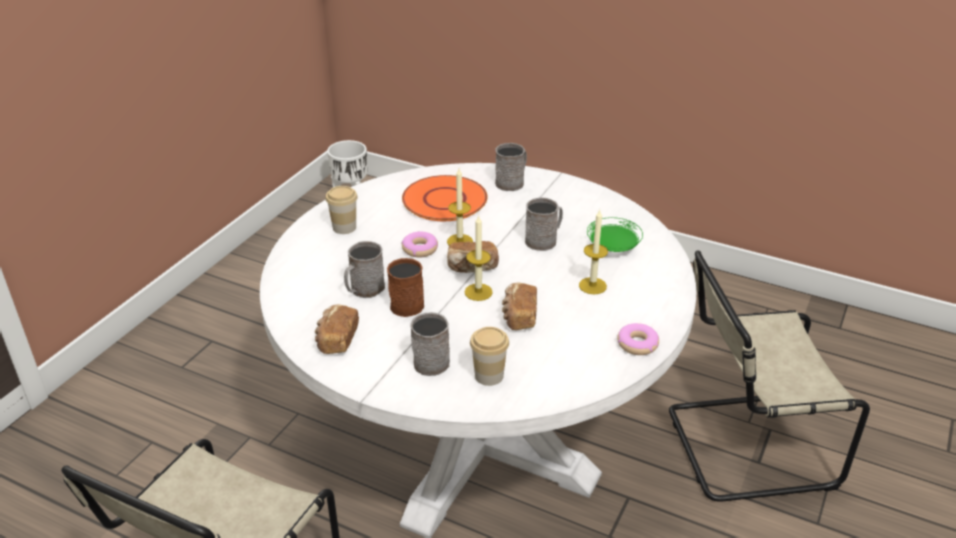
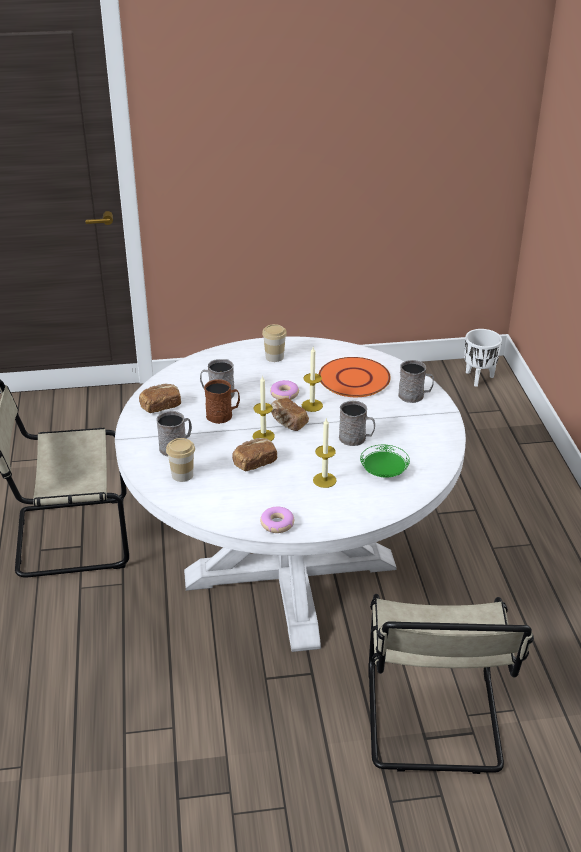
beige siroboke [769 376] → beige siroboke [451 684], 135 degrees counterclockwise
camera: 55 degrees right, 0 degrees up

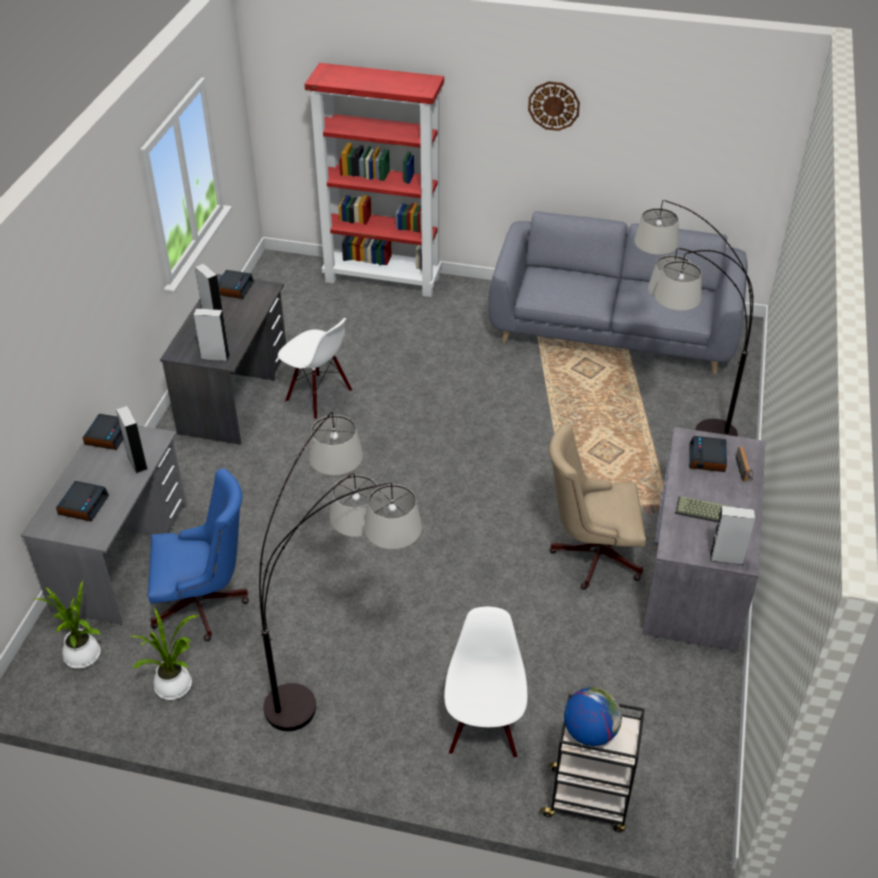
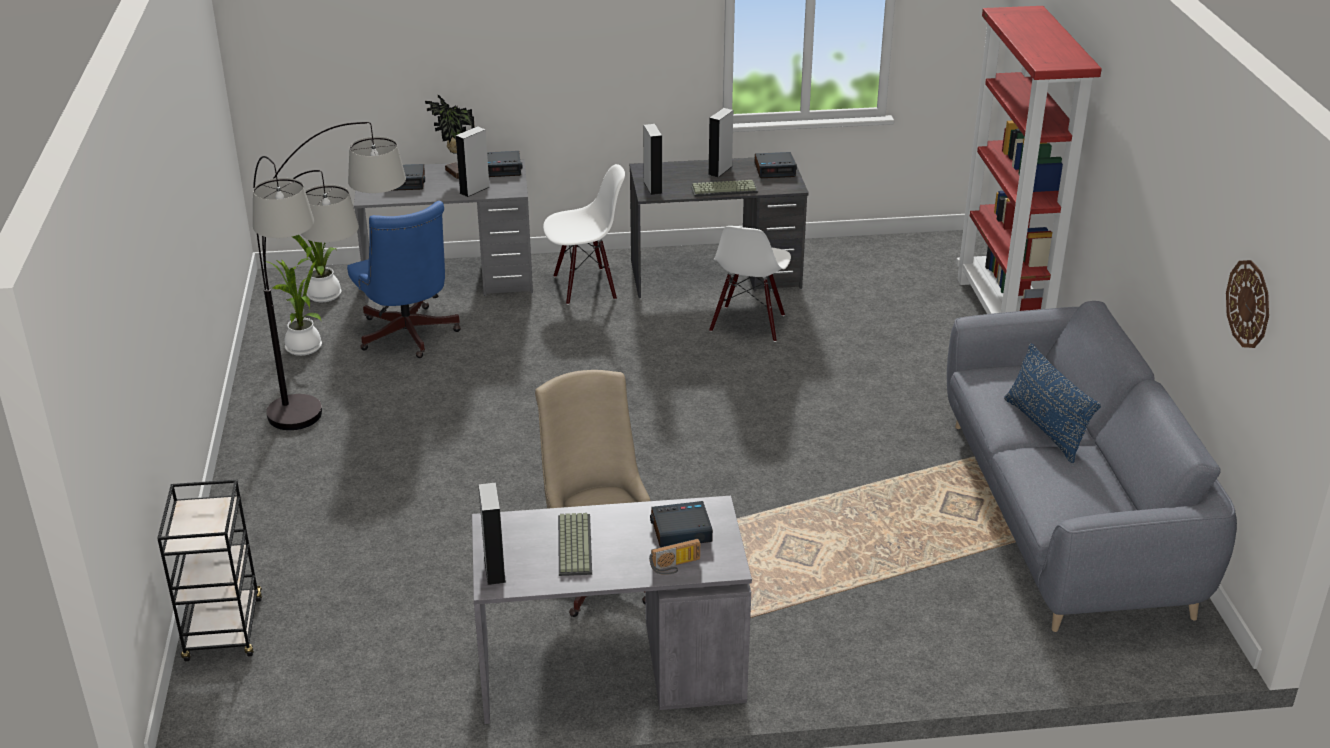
- → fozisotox [450 137]
white siroboke [485 682] → white siroboke [584 234], shifted
- → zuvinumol [724 188]
- → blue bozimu [1052 403]
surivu [554 106] → surivu [1247 304], shifted
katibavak [593 716] → -
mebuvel [694 318] → -
camera: 70 degrees right, 10 degrees down

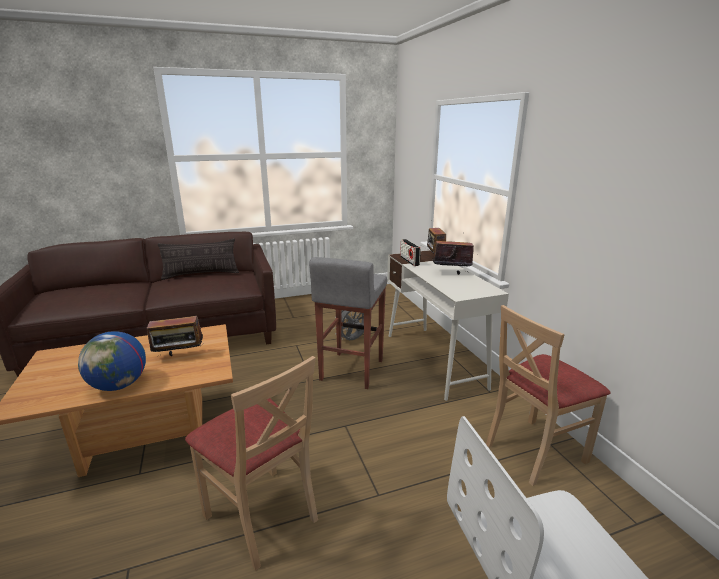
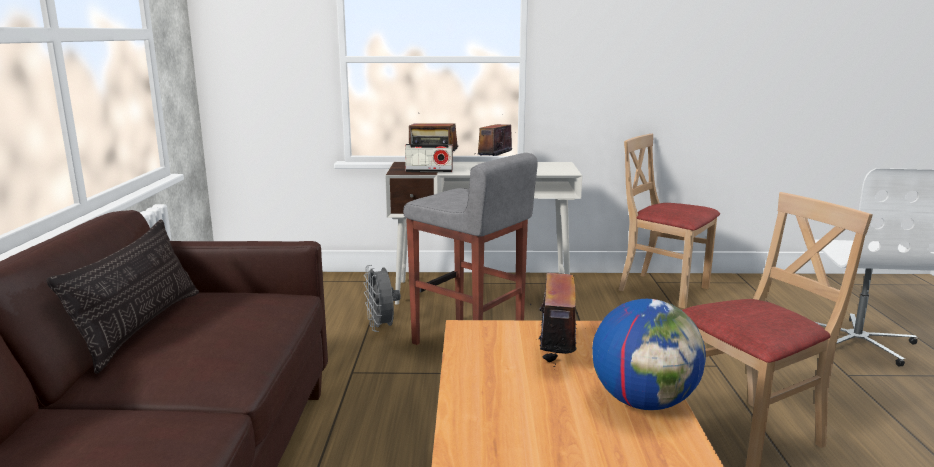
beige siroboke [548 395] → beige siroboke [669 221], 135 degrees clockwise
camera: 70 degrees left, 5 degrees down

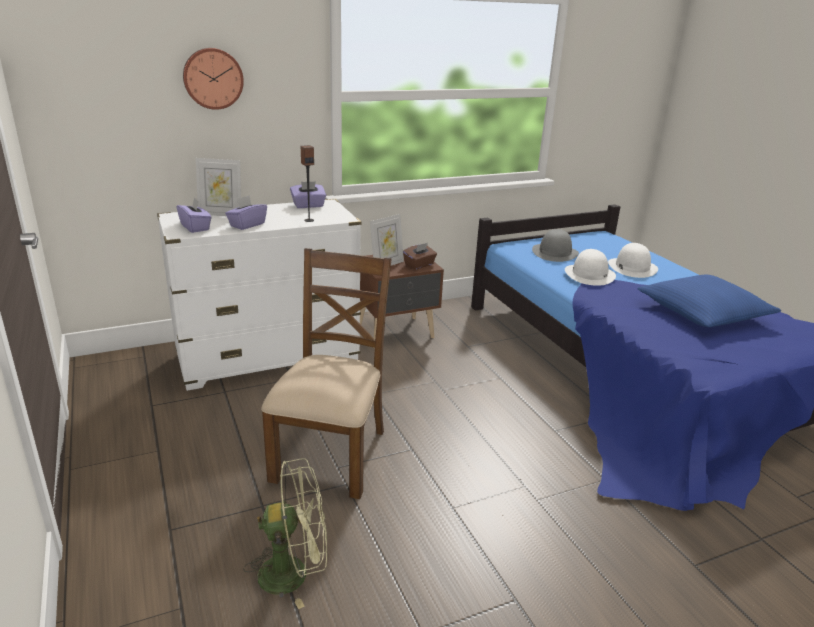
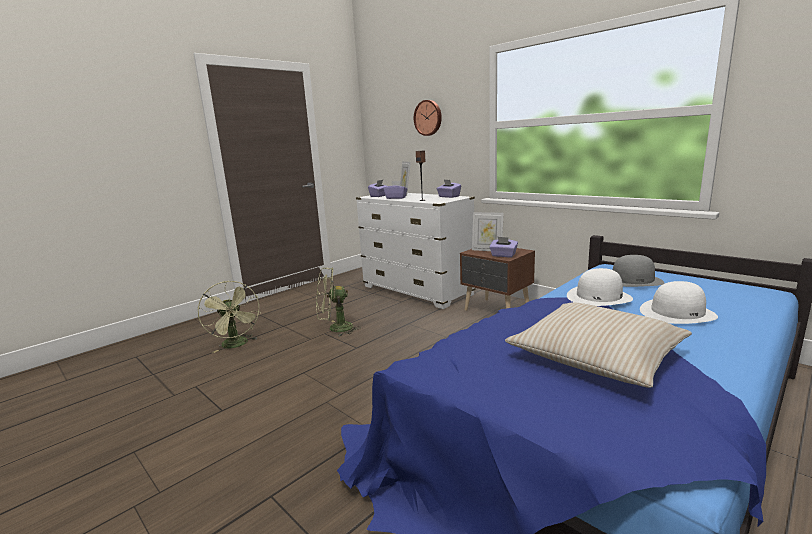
brown siroboke [326 373] → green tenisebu [338 302]
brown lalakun [420 256] → purple lalakun [503 247]
blue bozimu [709 301] → beige bozimu [598 345]
camera: 70 degrees right, 10 degrees down

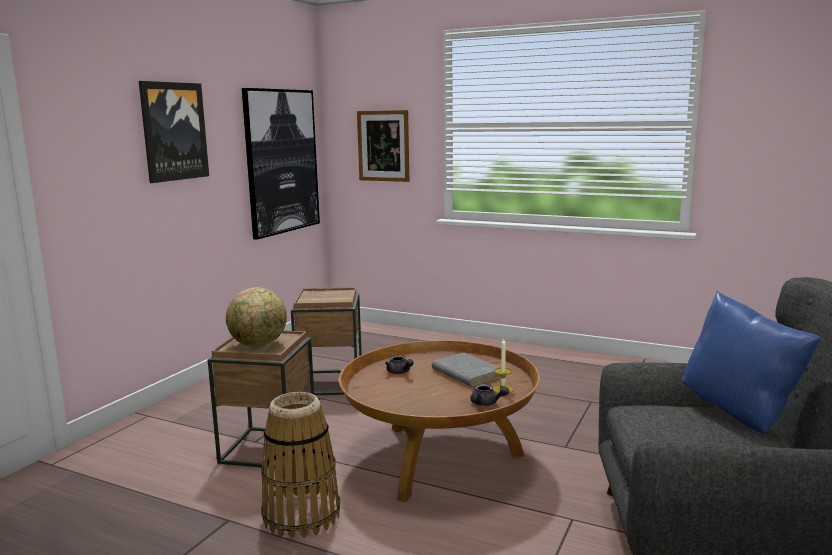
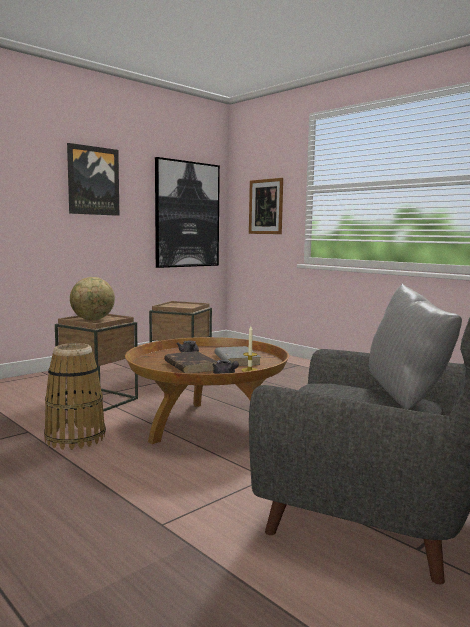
- → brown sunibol [190 362]
blue bozimu [751 362] → grey bozimu [415 346]
camera: 20 degrees right, 5 degrees down

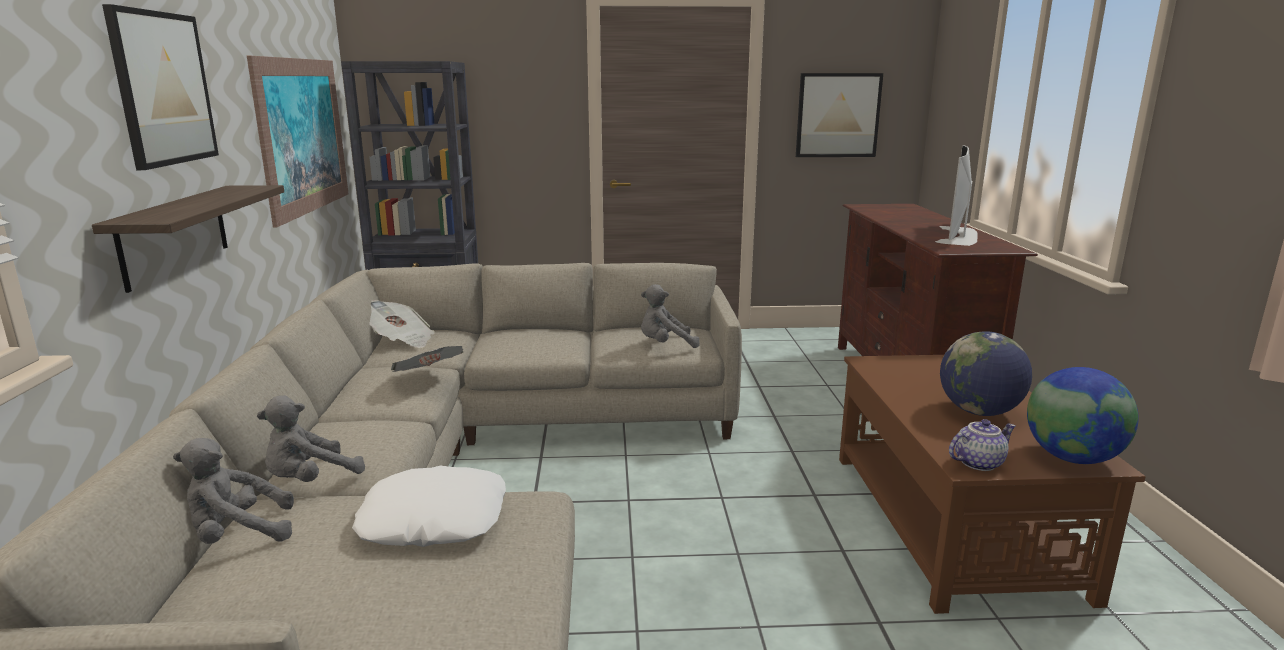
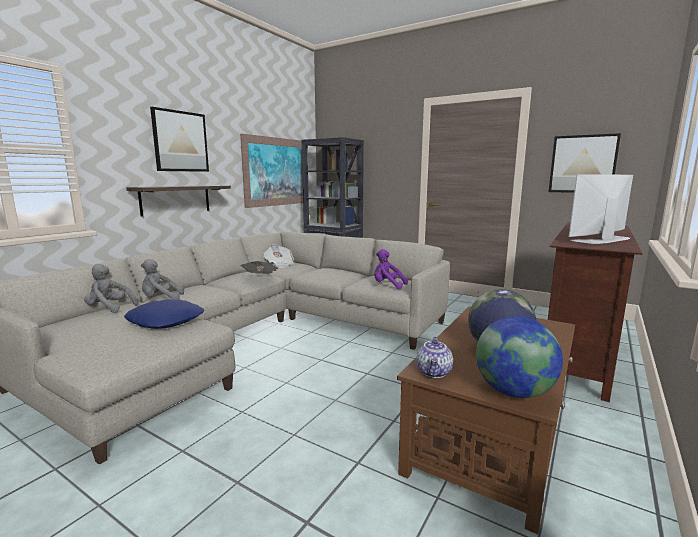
white bozimu [429 506] → blue bozimu [164 314]
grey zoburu [670 316] → purple zoburu [391 269]
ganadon [982 445] → ganadon [434 357], 90 degrees clockwise
camera: 35 degrees right, 5 degrees down

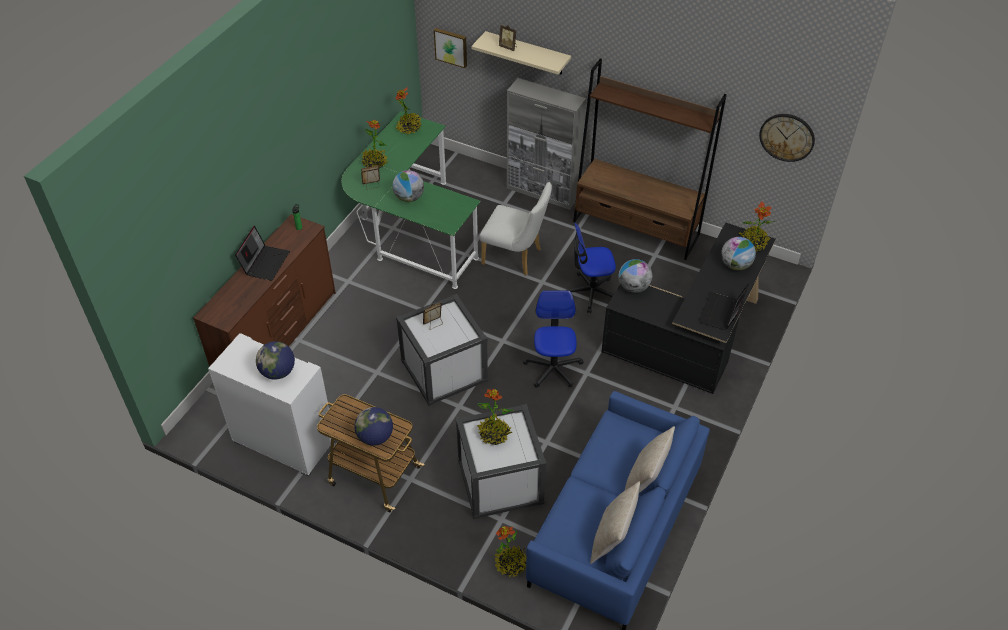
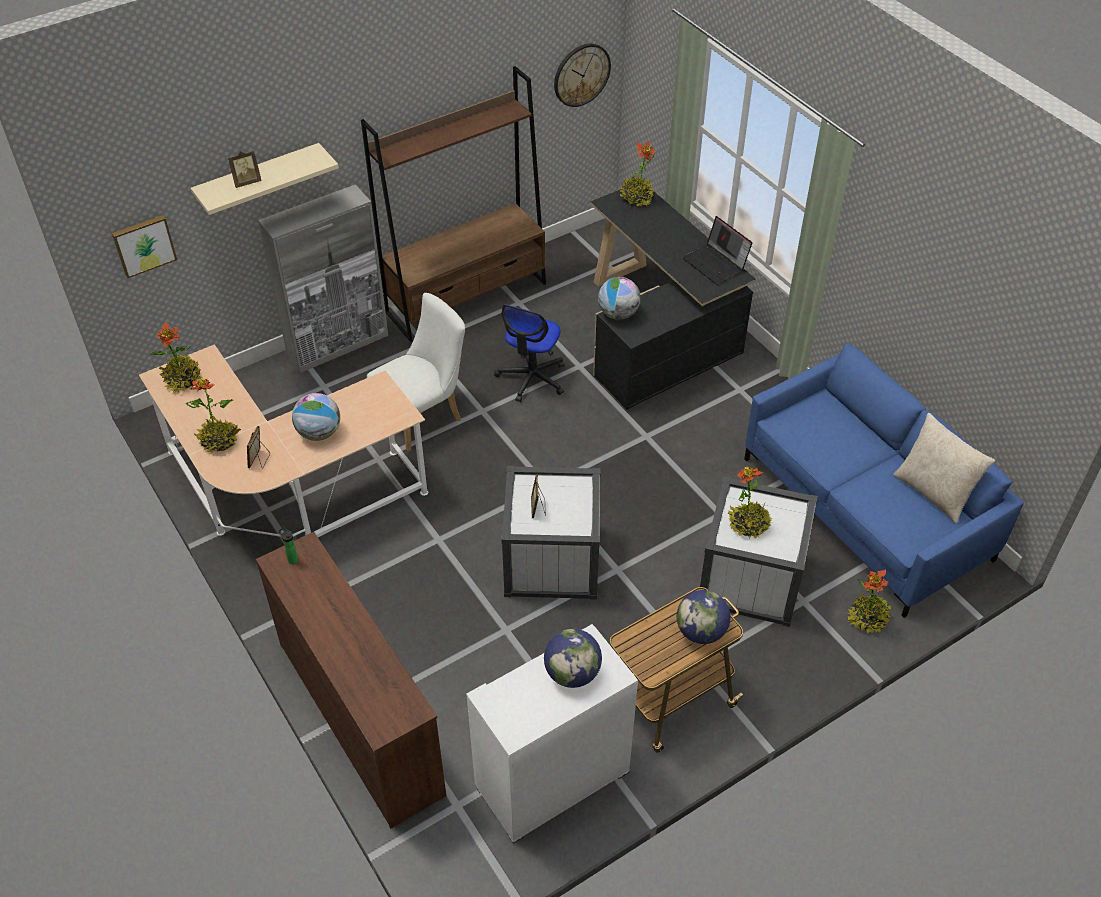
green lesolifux [411 200] → beige lesolifux [283 440]
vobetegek [262 253] → -
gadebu [553 339] → -
beige bozimu [650 459] → -
katibavak [738 253] → -
camera: 60 degrees left, 0 degrees up

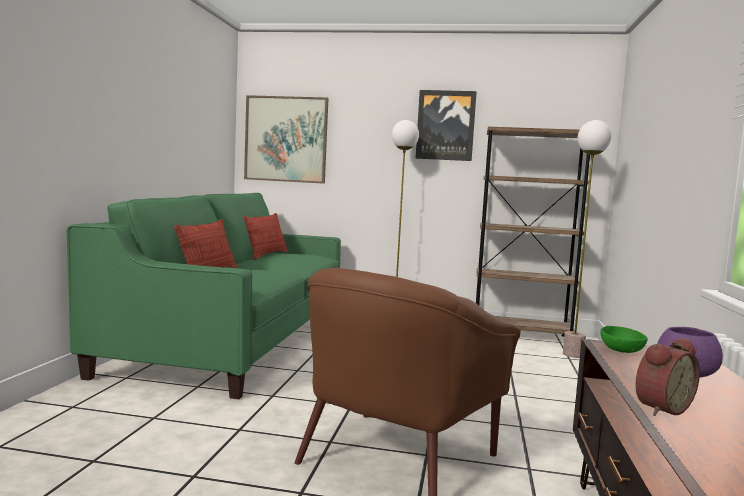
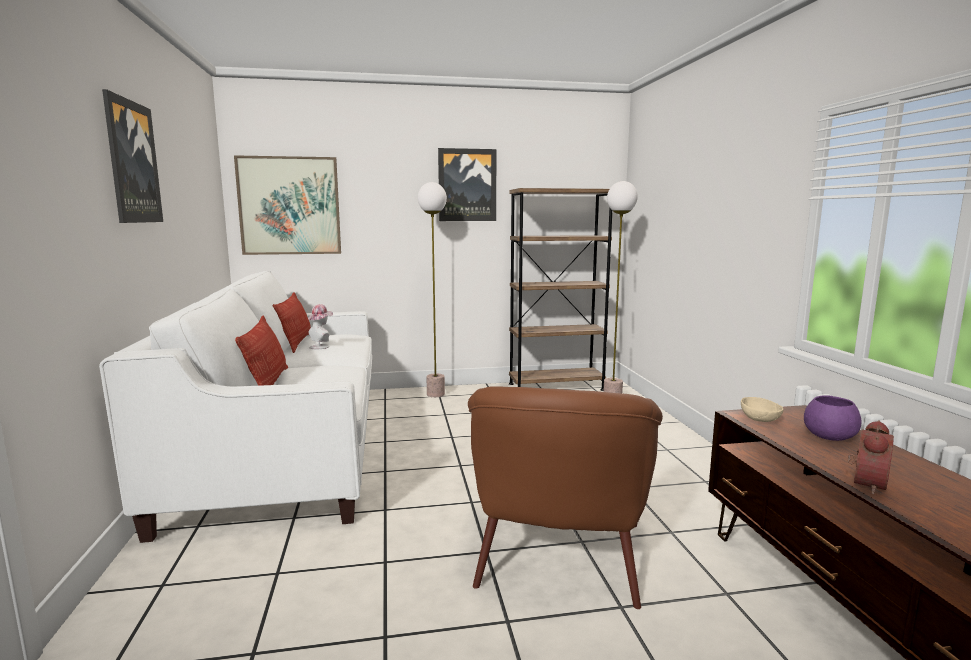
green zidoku [204 296] → white zidoku [235 407]
- → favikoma [132 156]
- → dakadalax [320 326]
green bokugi [624 339] → beige bokugi [762 409]
camera: 20 degrees left, 5 degrees up

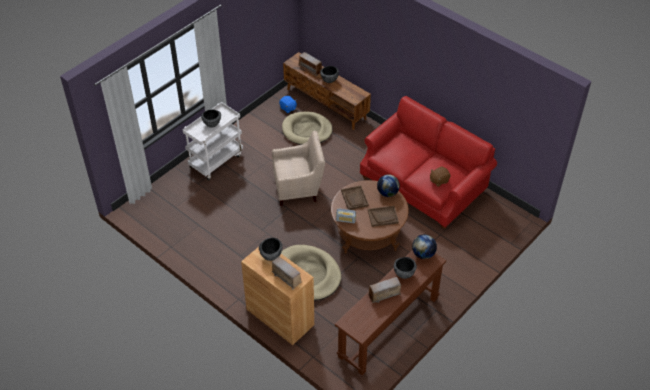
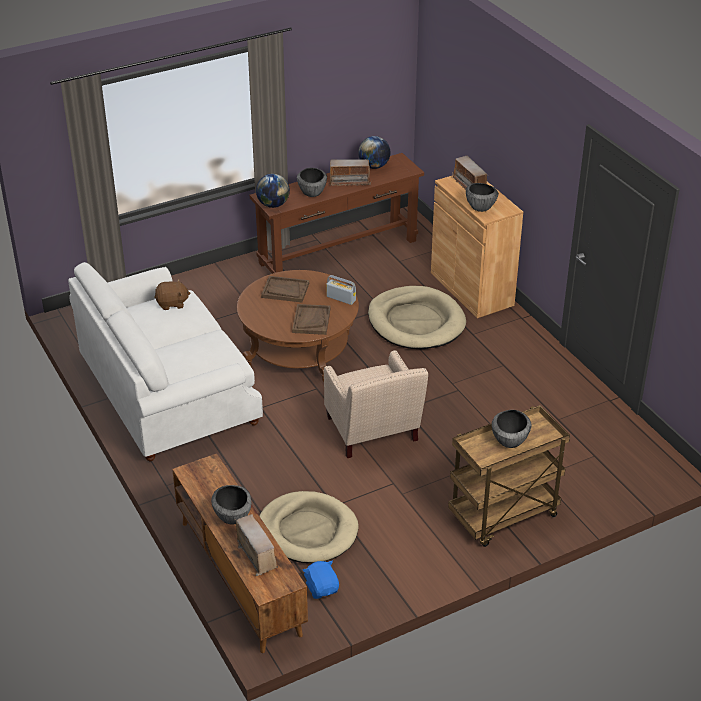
red zidoku [428 162] → white zidoku [165 362]
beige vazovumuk [298 168] → beige vazovumuk [376 404], 120 degrees counterclockwise
katibavak [388 185] → katibavak [374 152], shifted
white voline [212 141] → brown voline [509 476]
camera: 160 degrees left, 10 degrees down

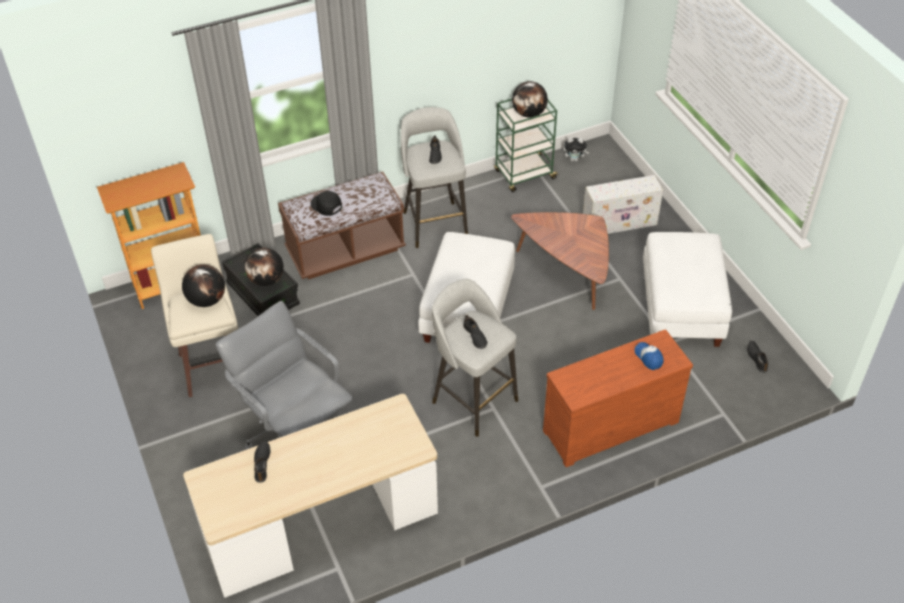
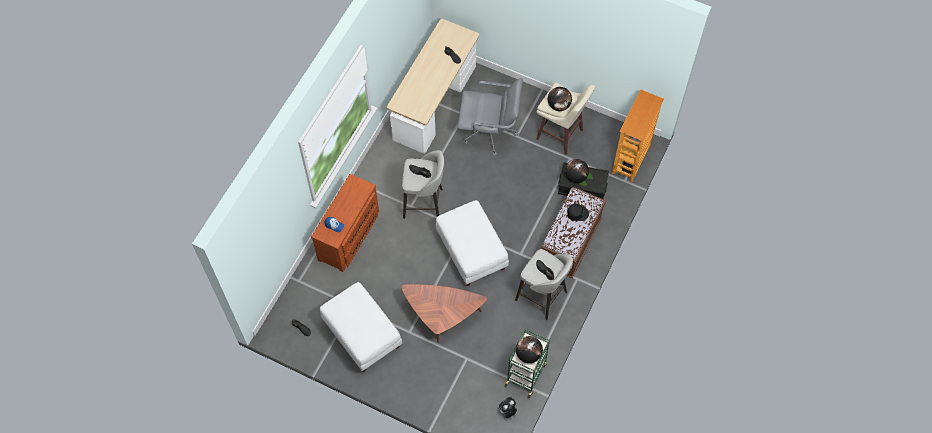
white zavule [623 204] → -
camera: 140 degrees right, 15 degrees up

